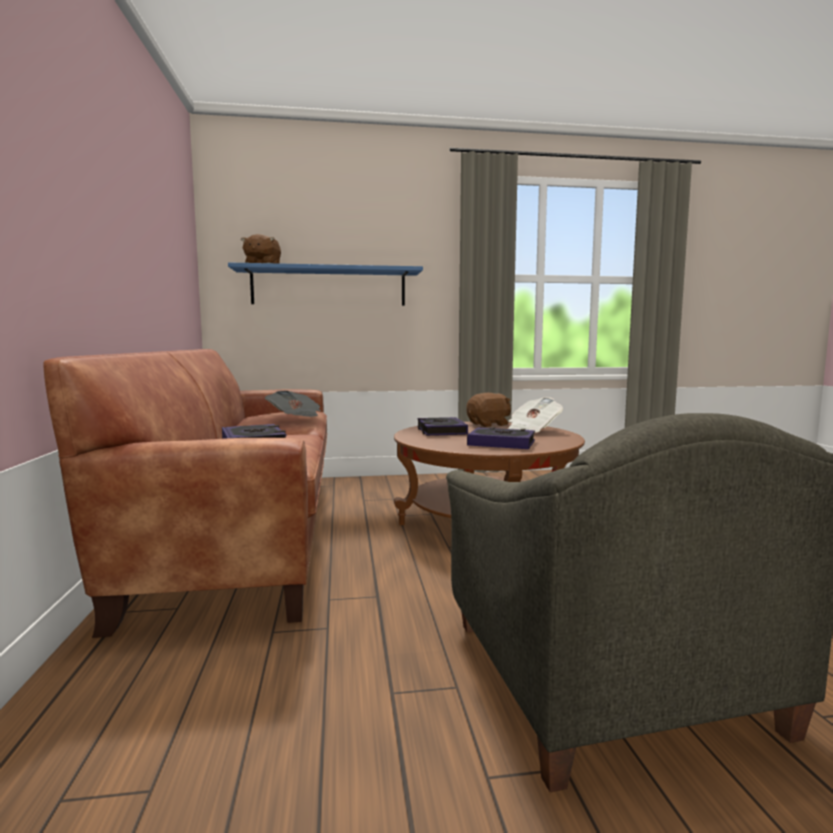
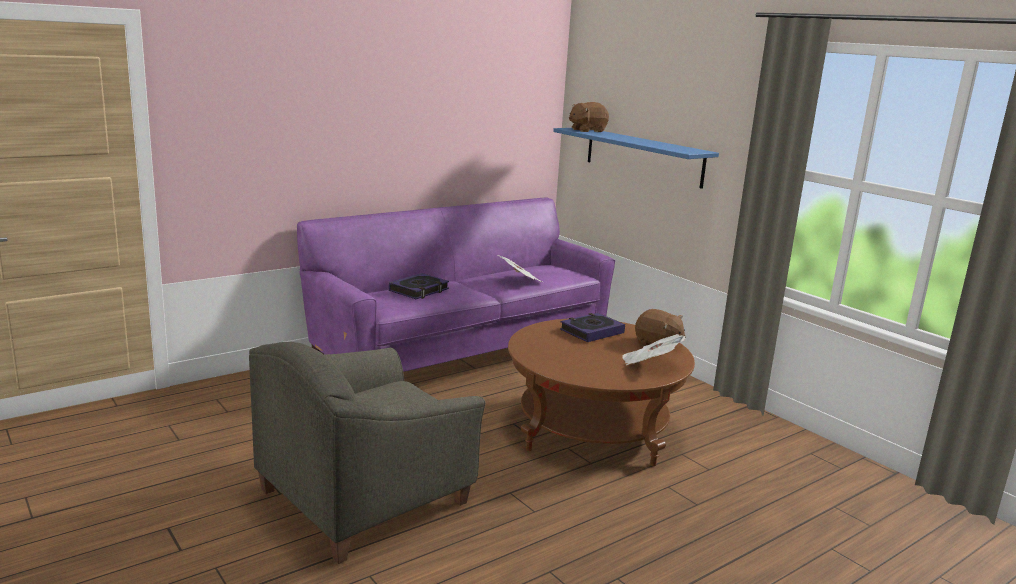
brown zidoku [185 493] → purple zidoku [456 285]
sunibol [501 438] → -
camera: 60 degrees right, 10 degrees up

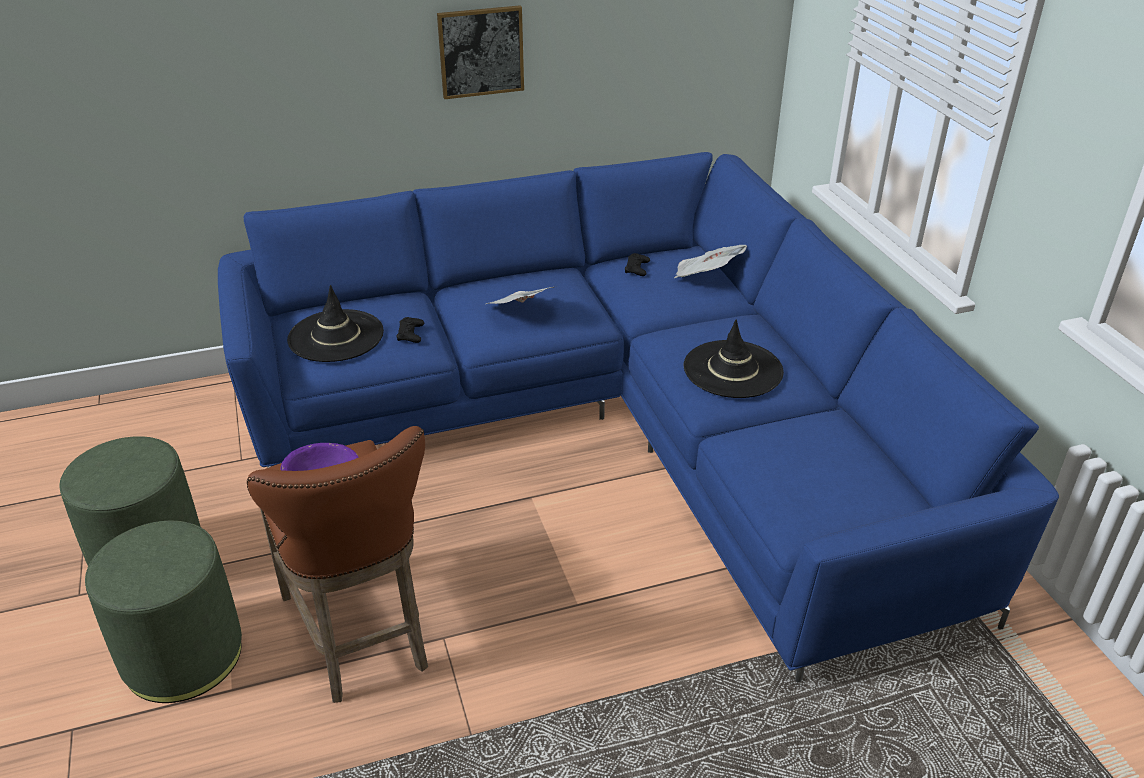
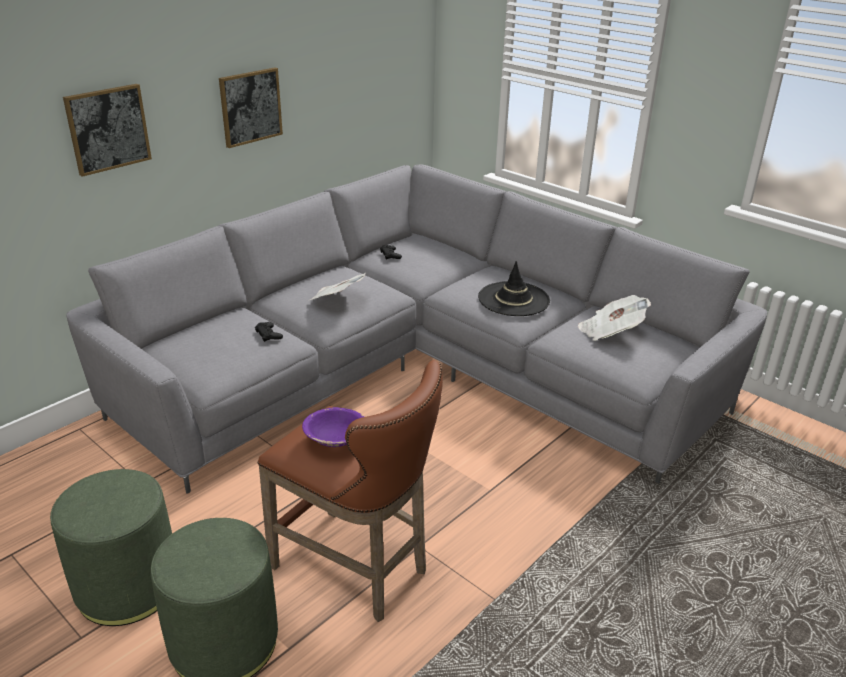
- → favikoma [107 130]
blue zidoku [638 417] → grey zidoku [416 329]
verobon [710 261] → verobon [614 318], shifted
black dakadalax [335 323] → -
camera: 30 degrees left, 5 degrees down

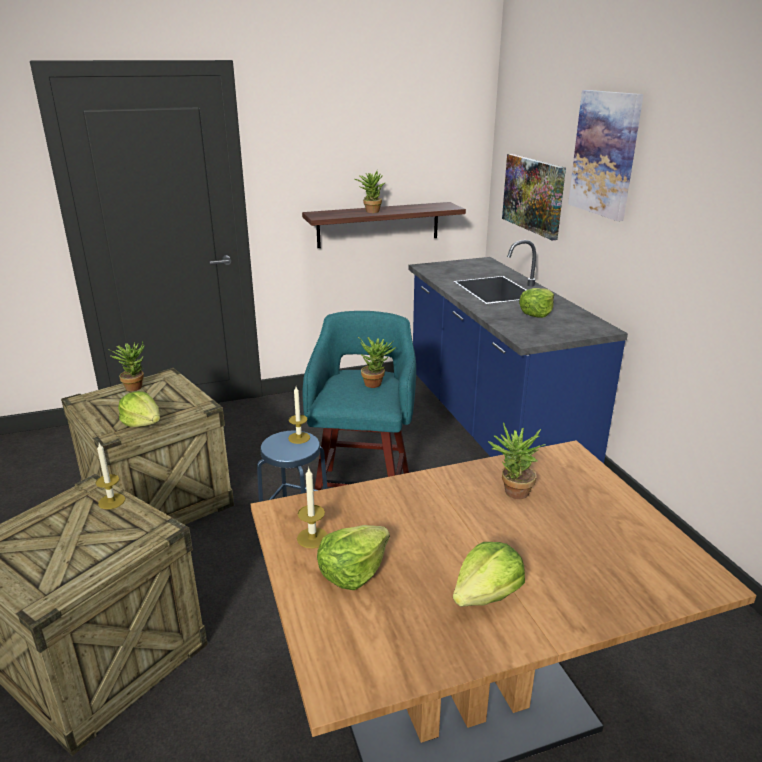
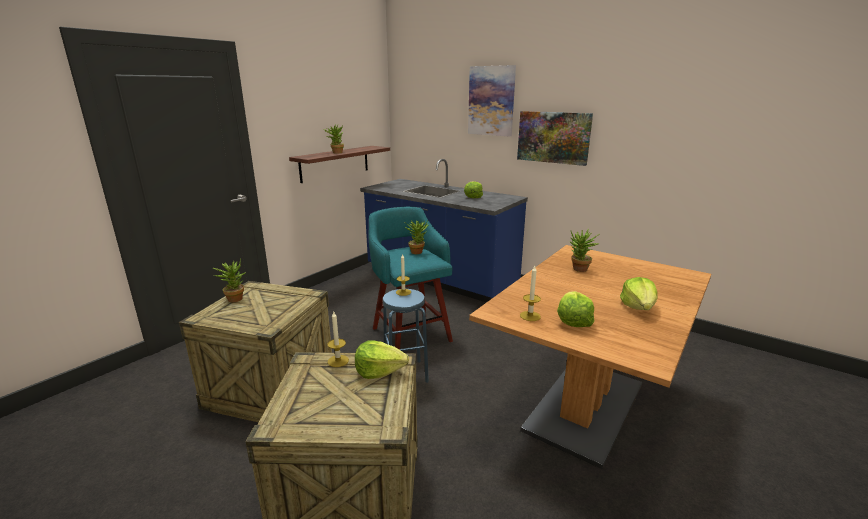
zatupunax [139 409] → zatupunax [382 359], shifted
favikoma [534 197] → favikoma [555 138], shifted
camera: 35 degrees left, 5 degrees down

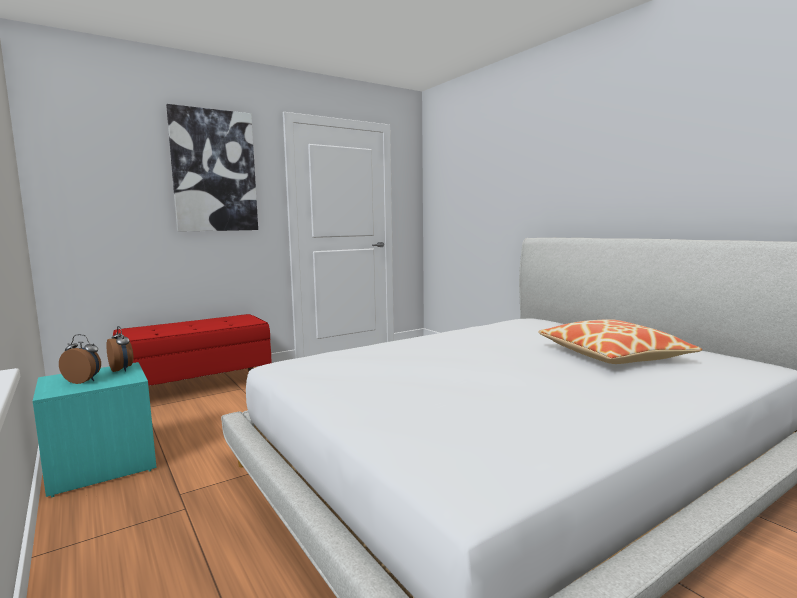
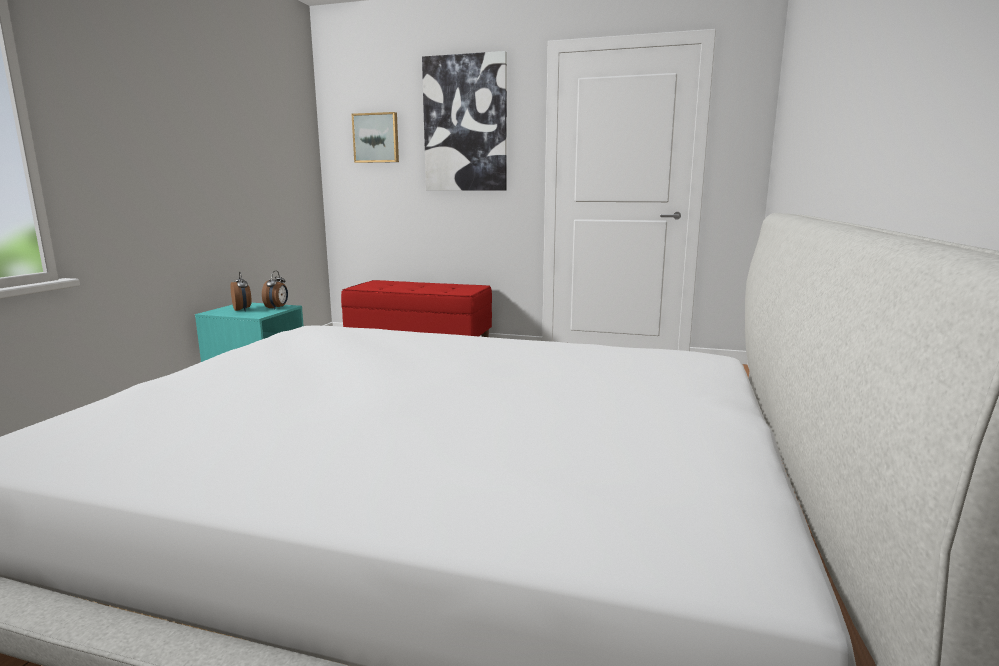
- → favikoma [375 137]
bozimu [620 341] → -
camera: 50 degrees right, 5 degrees up

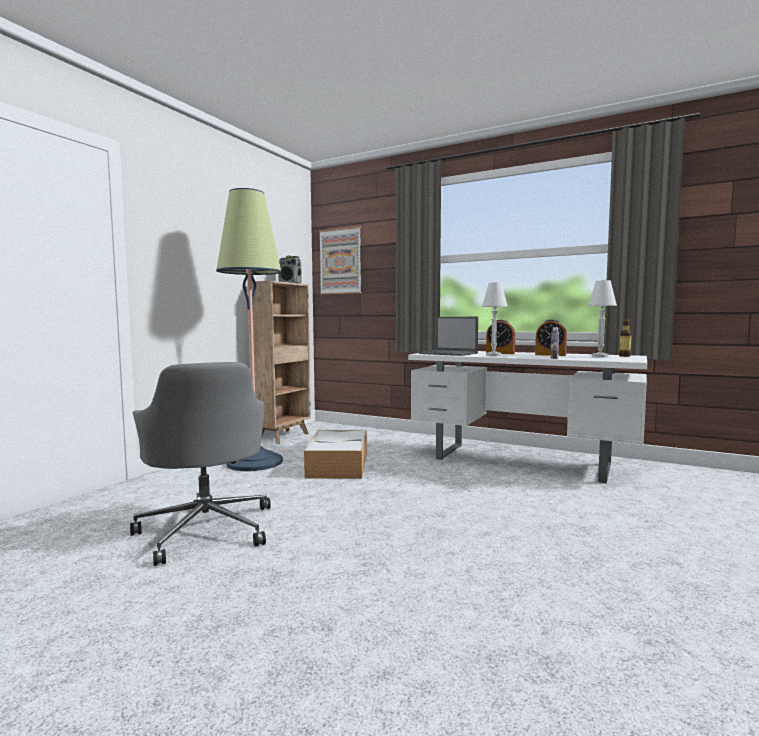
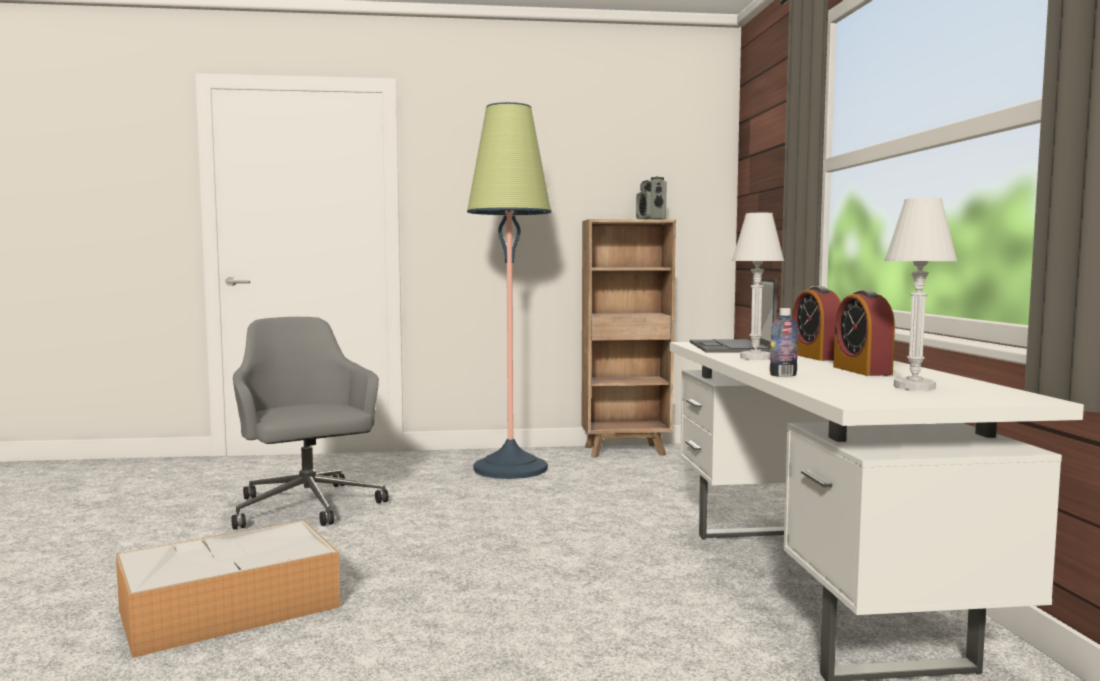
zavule [335 454] → zavule [228 589], shifted
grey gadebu [200 464] → grey gadebu [310 423], 120 degrees clockwise
favikoma [340 260] → -
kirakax [625 338] → -
camera: 55 degrees right, 0 degrees up

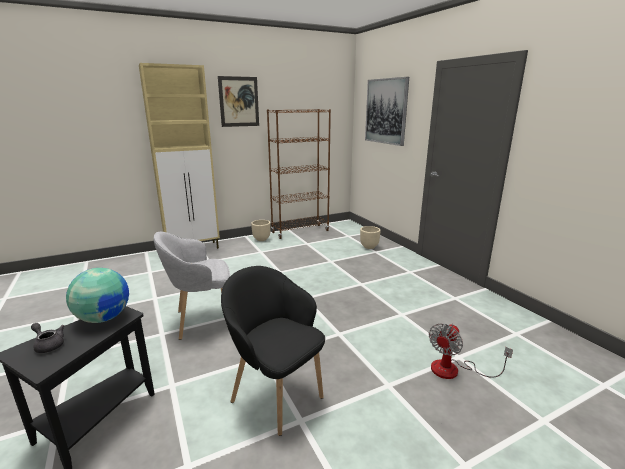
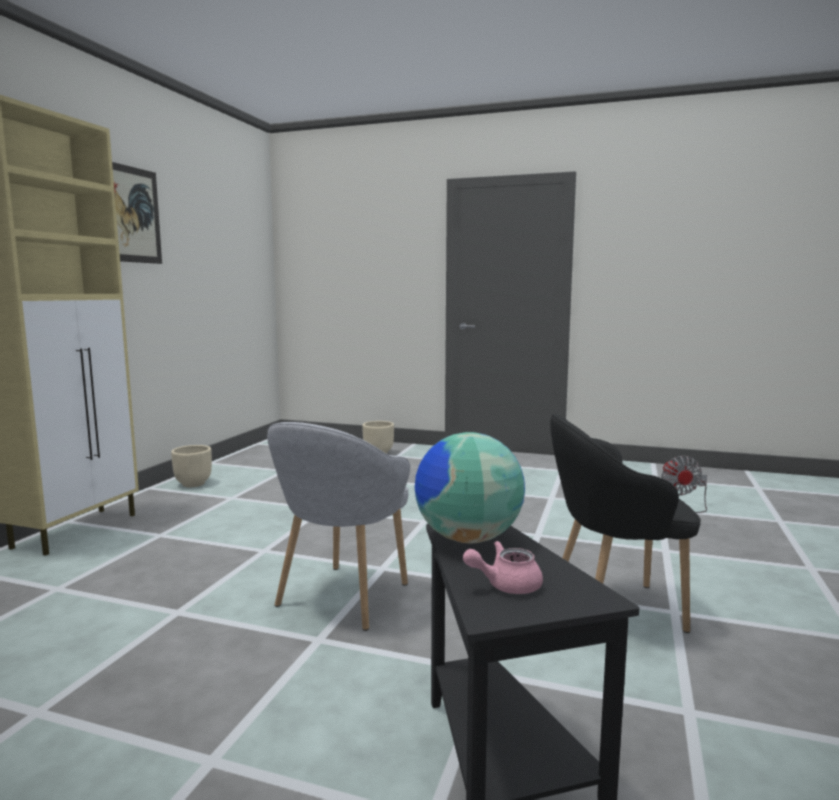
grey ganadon [47 338] → pink ganadon [503 567]
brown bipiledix [299 174] → -
favikoma [387 111] → -
camera: 45 degrees left, 10 degrees down

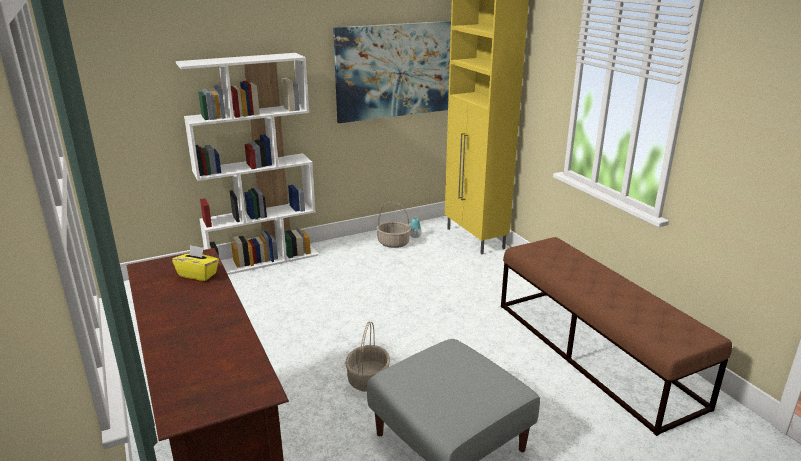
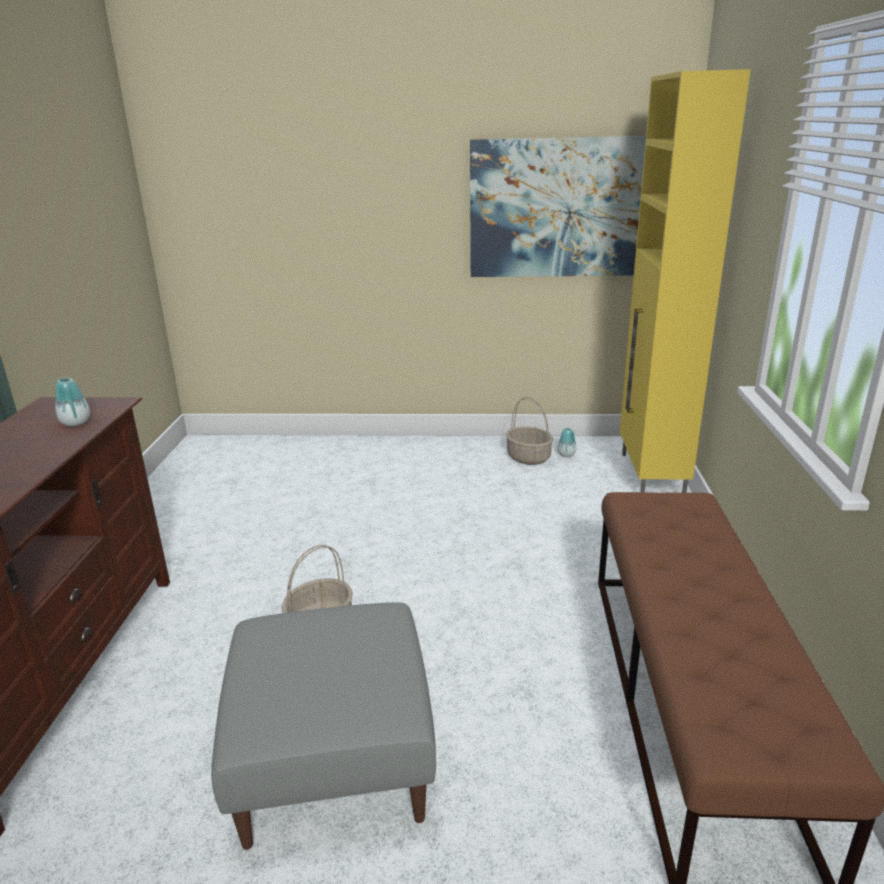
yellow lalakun [195 263] → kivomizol [72 401]
white bipiledix [247 164] → -
camera: 30 degrees right, 0 degrees up

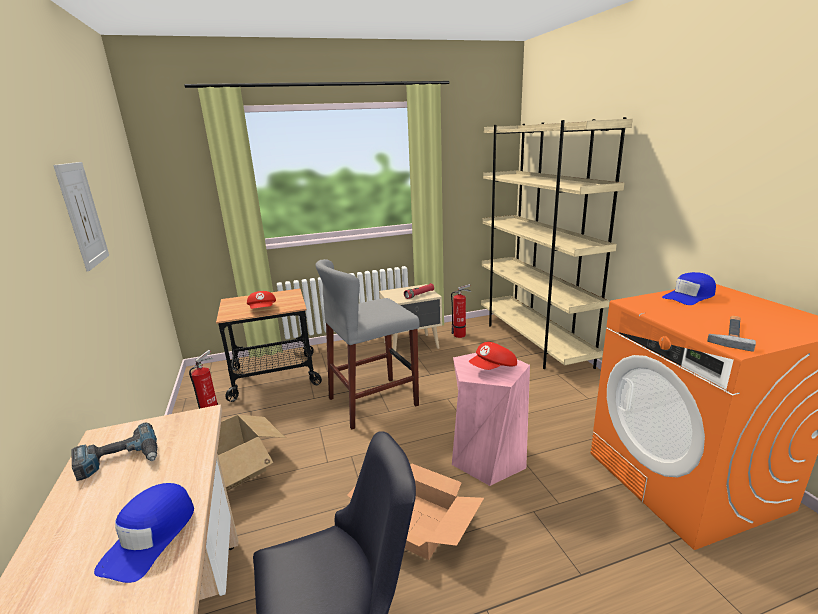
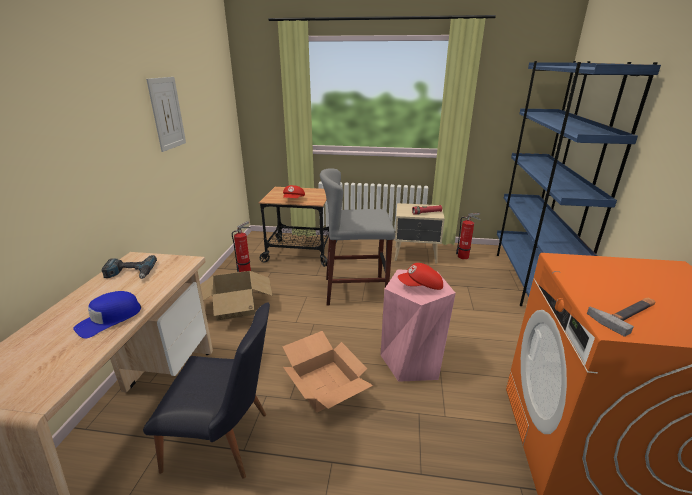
beige bipiledix [557 243] → blue bipiledix [579 183]
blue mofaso [689 288] → -
camera: 25 degrees right, 5 degrees up

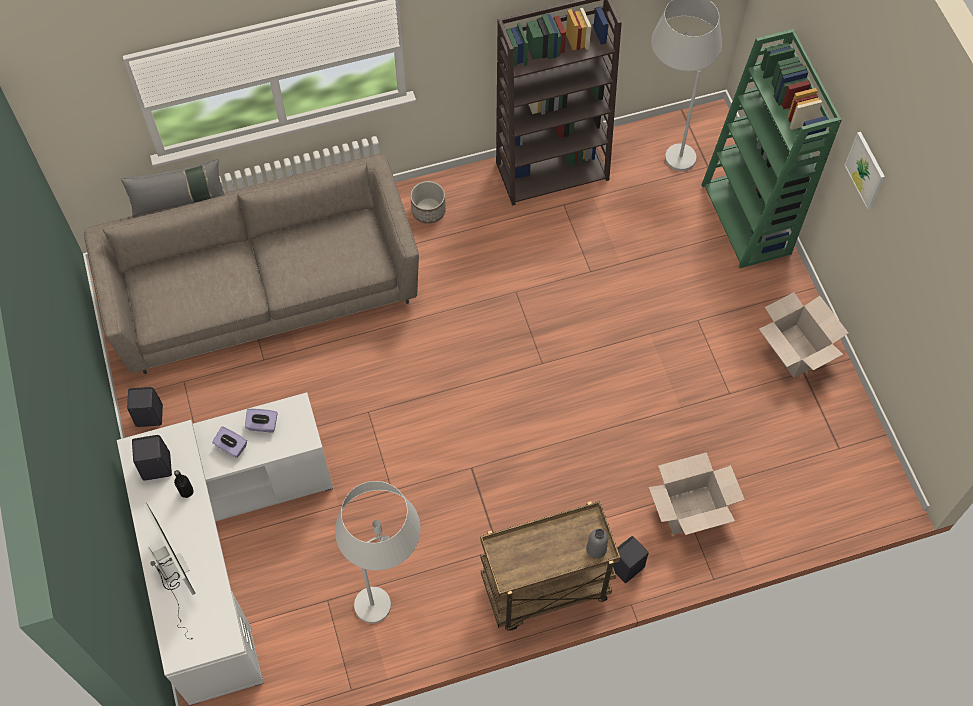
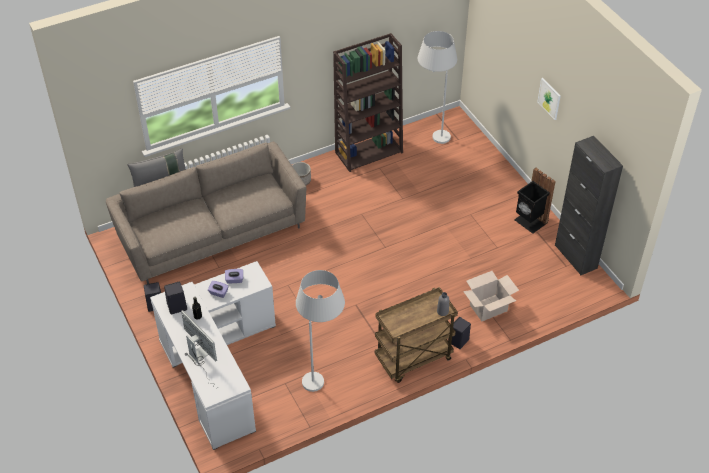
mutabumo [803 335] → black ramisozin [535 201]
- → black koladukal [589 206]
green bipiledix [772 148] → -
camera: 10 degrees left, 15 degrees down

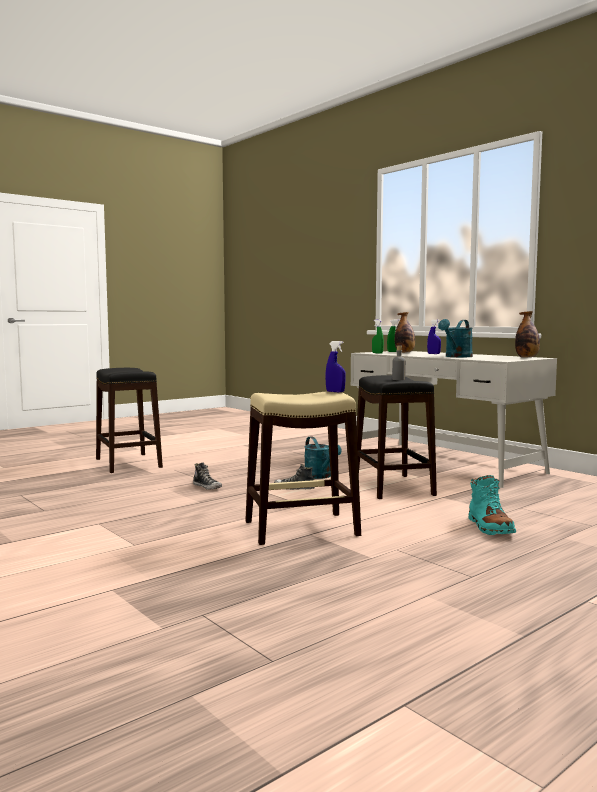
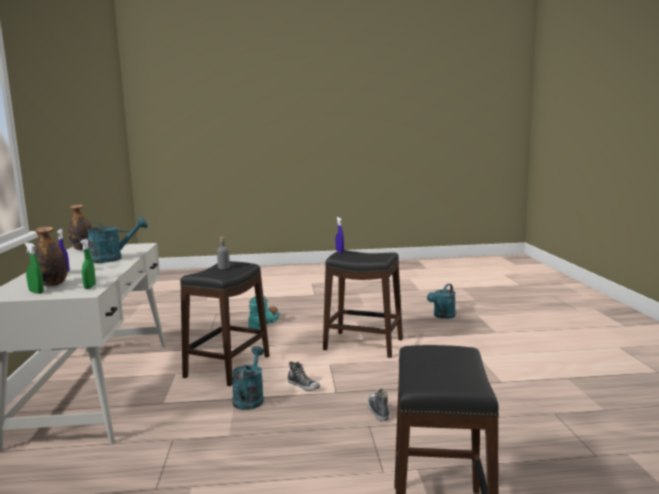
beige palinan [303 468] → black palinan [363 304]
- → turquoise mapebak [441 301]
camera: 145 degrees left, 5 degrees up

